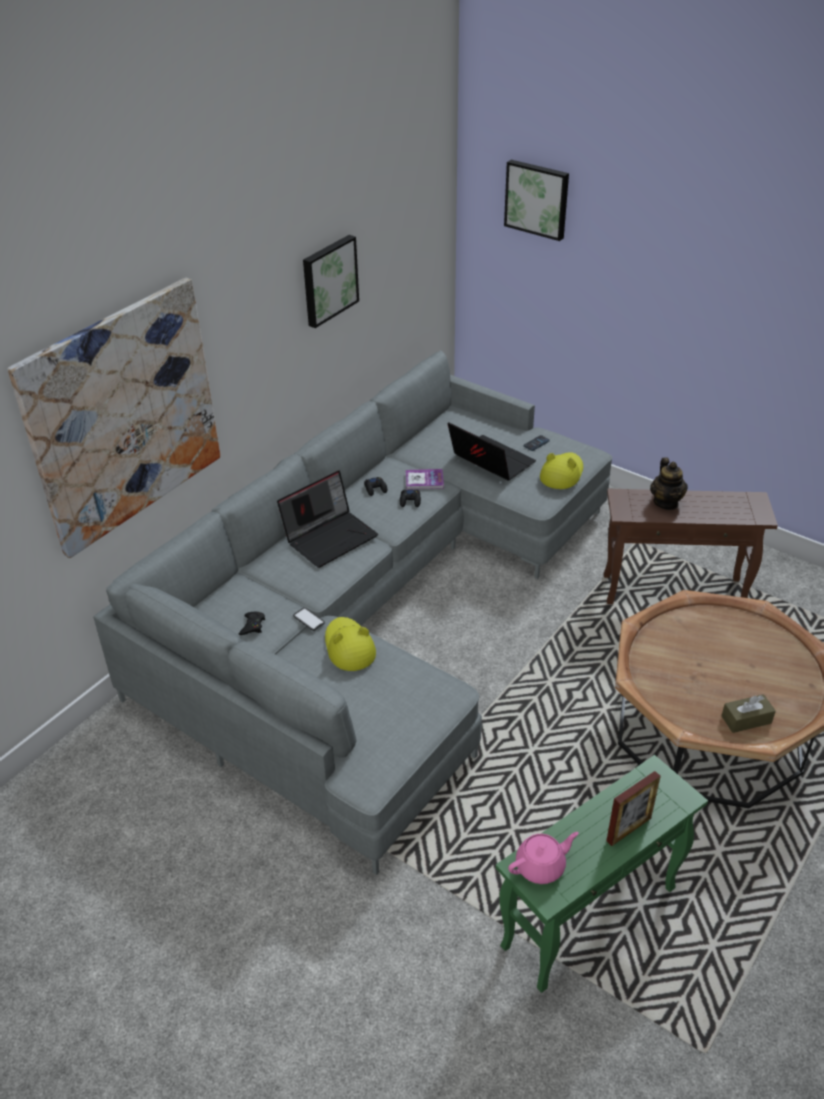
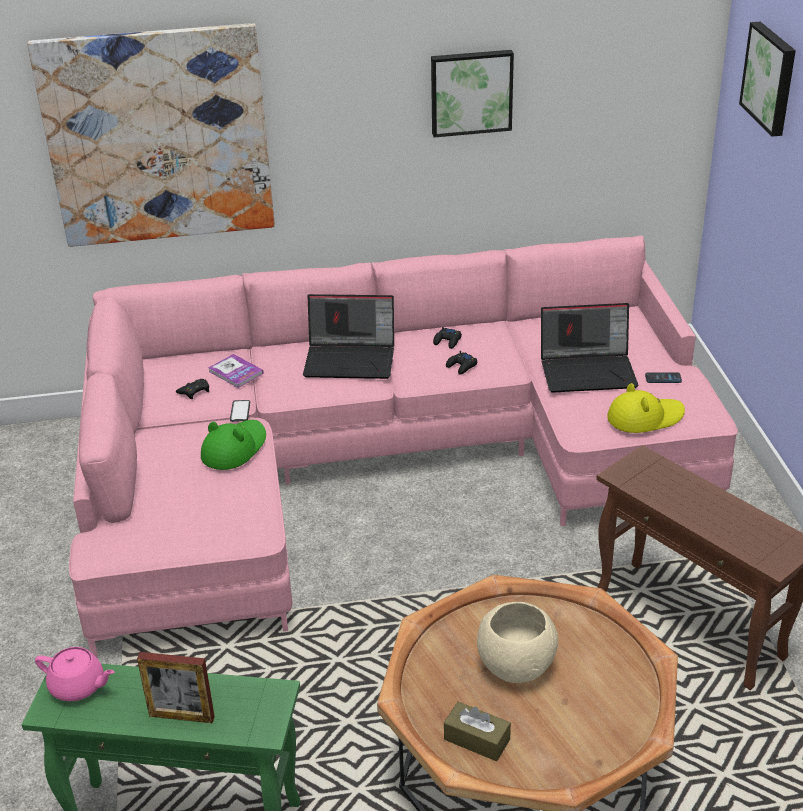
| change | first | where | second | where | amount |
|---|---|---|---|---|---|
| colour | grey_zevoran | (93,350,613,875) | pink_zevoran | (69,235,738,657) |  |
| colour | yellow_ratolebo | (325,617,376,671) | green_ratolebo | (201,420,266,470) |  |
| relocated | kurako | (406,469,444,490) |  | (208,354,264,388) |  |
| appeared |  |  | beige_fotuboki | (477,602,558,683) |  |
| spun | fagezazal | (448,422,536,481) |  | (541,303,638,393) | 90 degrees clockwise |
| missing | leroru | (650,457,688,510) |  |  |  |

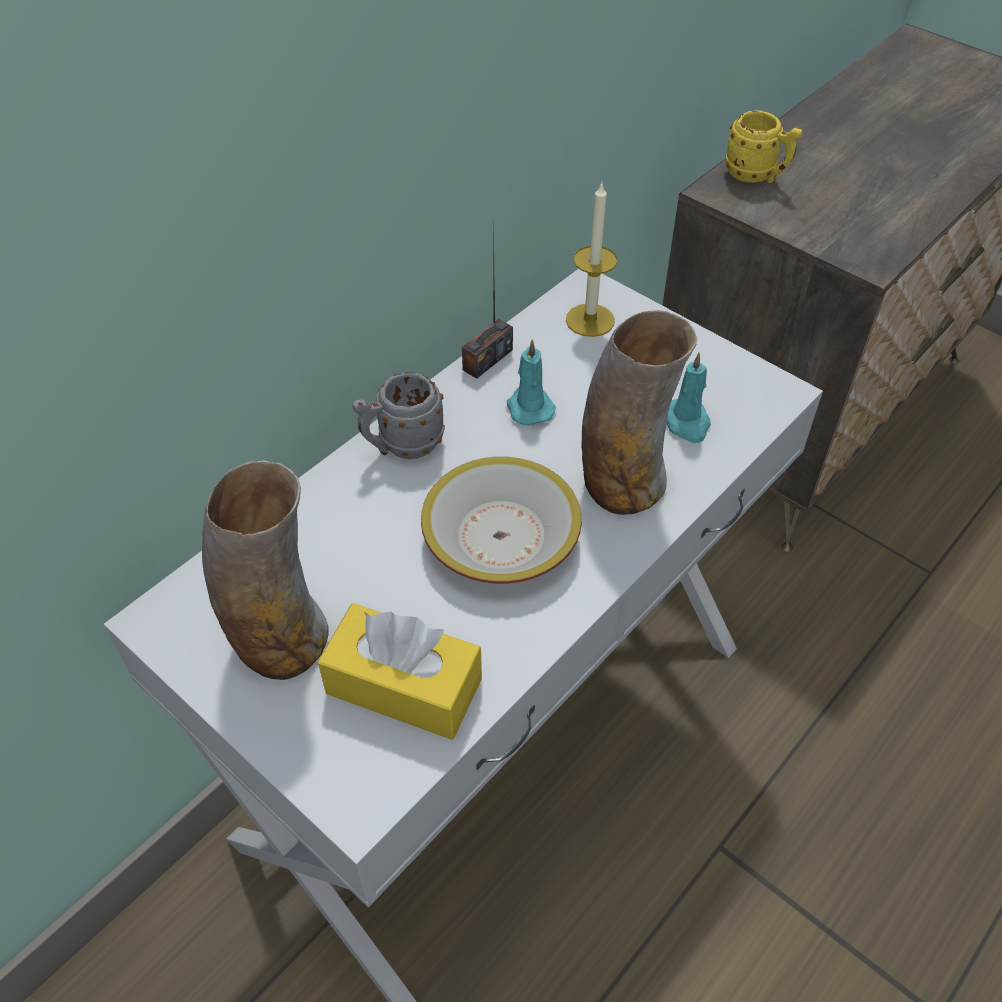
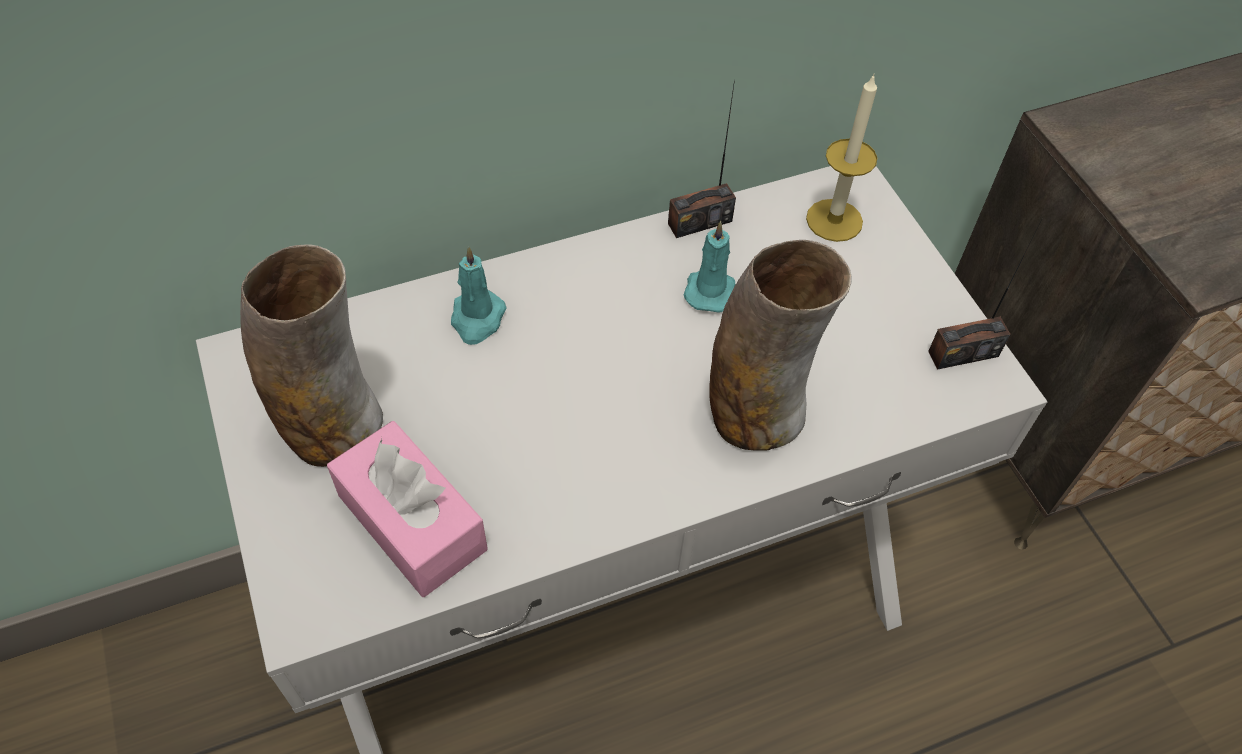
| change | first | where | second | where | amount |
|---|---|---|---|---|---|
| colour | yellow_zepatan | (318,603,482,740) | pink_zepatan | (327,421,488,597) |  |
| relocated | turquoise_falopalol | (667,353,711,443) |  | (451,246,507,345) |  |
| appeared |  |  | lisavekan | (928,219,1042,370) |  |
| missing | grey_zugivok | (353,372,445,459) |  |  |  |
| missing | fotuboki | (421,457,582,584) |  |  |  |
| missing | yellow_zugivok | (725,110,802,183) |  |  |  |

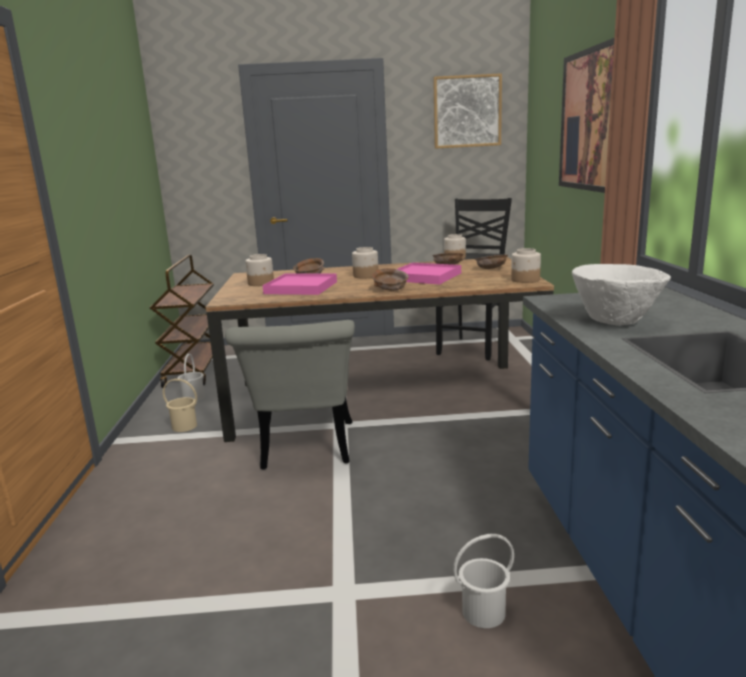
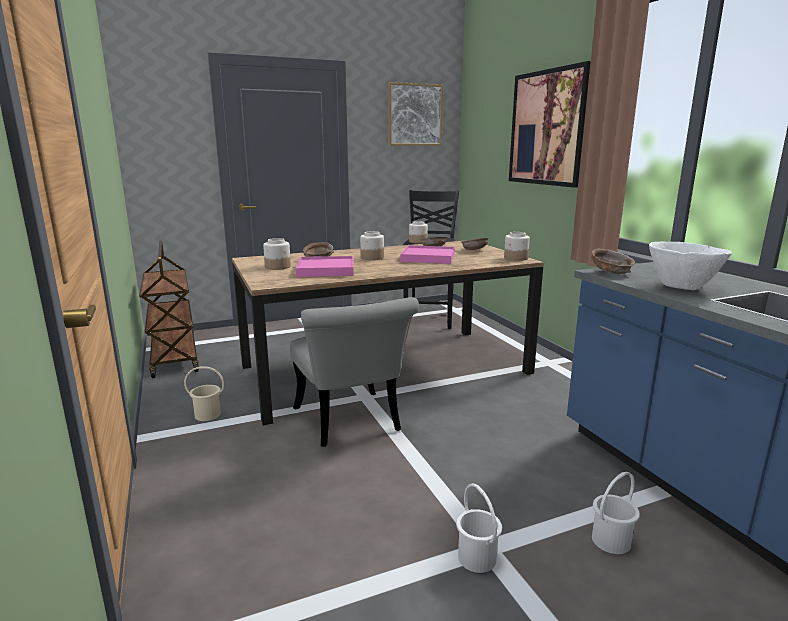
| change | first | where | second | where | amount |
|---|---|---|---|---|---|
| relocated | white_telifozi | (177,354,205,401) |  | (456,484,502,573) |  |
| relocated | brown_fotuboki | (372,268,409,291) |  | (591,249,635,274) |  |

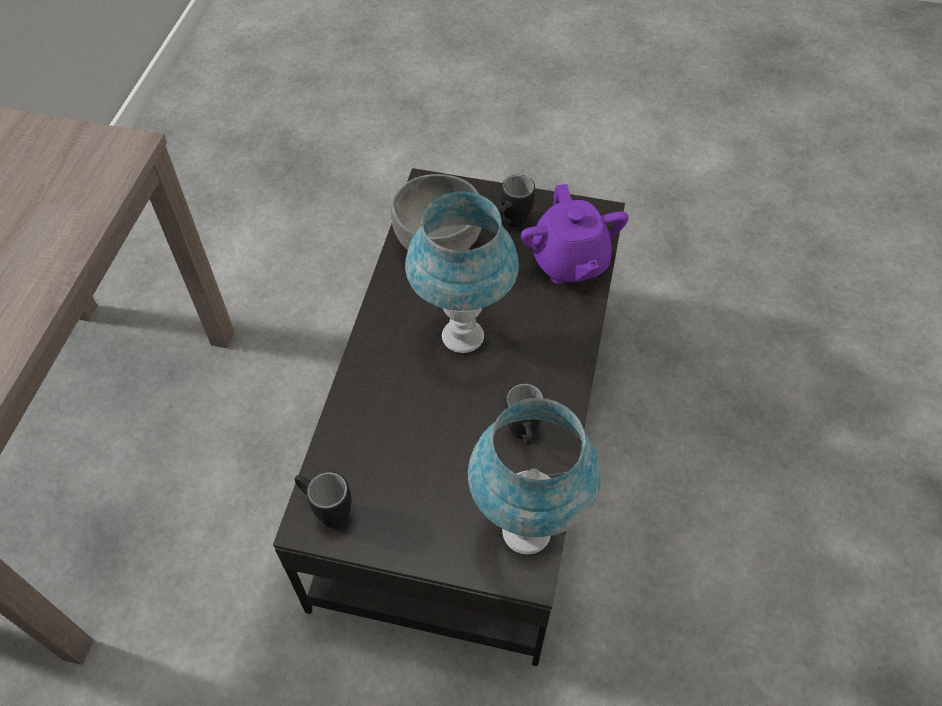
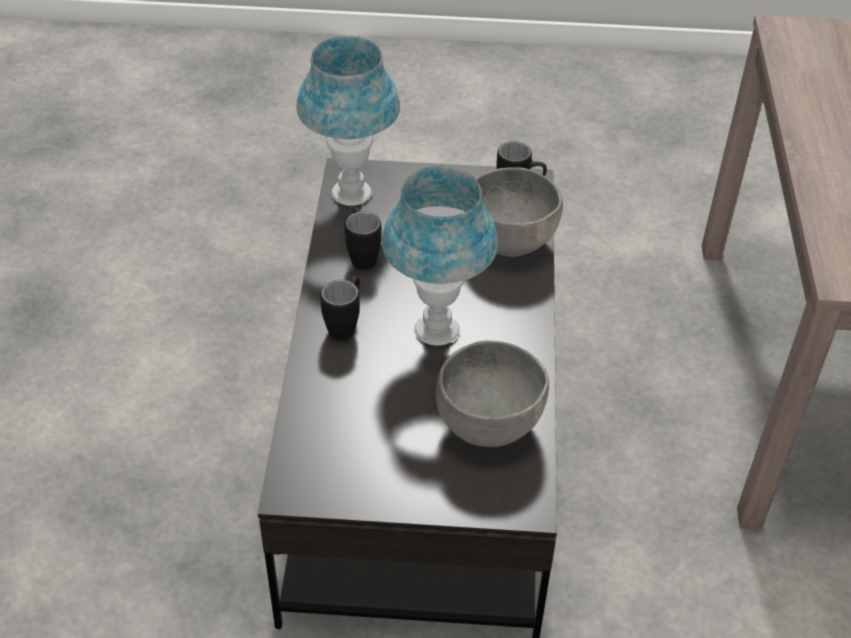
| change | first | where | second | where | amount |
|---|---|---|---|---|---|
| relocated | black_zugivok | (499,175,535,227) |  | (320,276,360,340) |  |
| appeared |  |  | grey_fotuboki | (464,167,563,257) |  |
| missing | purple_leroru | (521,184,629,284) |  |  |  |

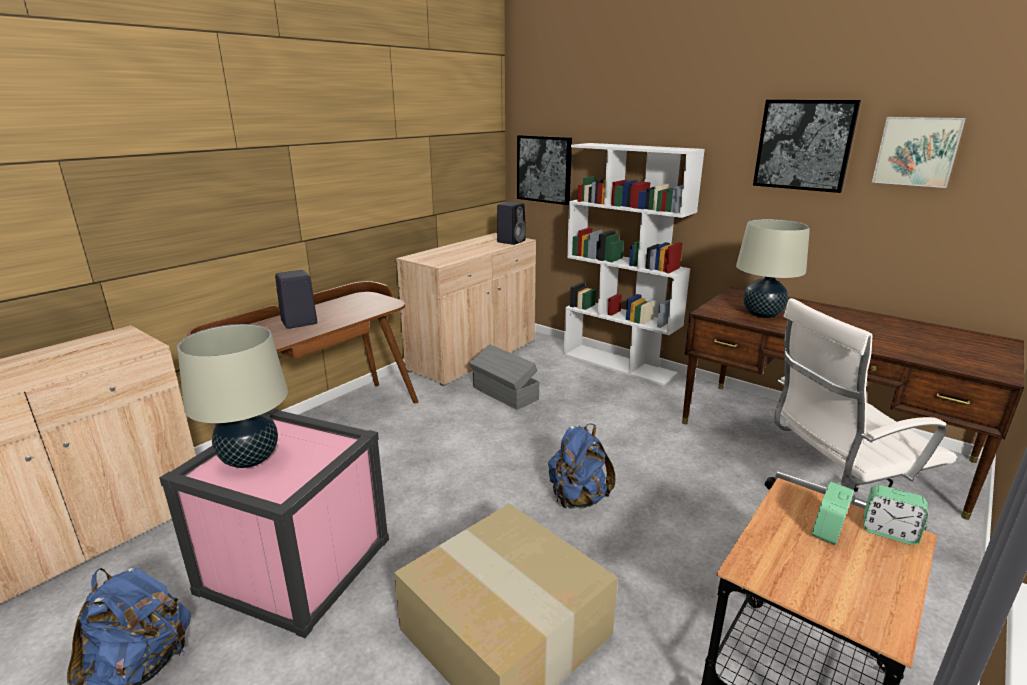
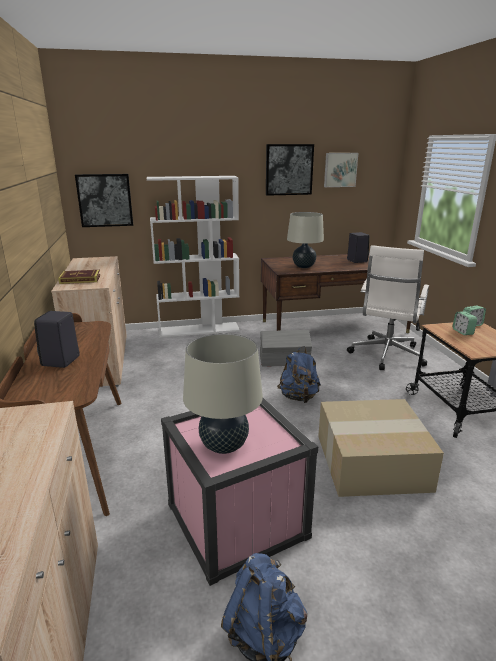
| change | first | where | second | where | amount |
|---|---|---|---|---|---|
| appeared |  |  | kurako | (58,270,100,284) |  |
| relocated | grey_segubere | (469,344,539,410) |  | (260,330,312,367) |  |
| relocated | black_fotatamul | (497,202,526,245) |  | (347,232,369,263) |  |

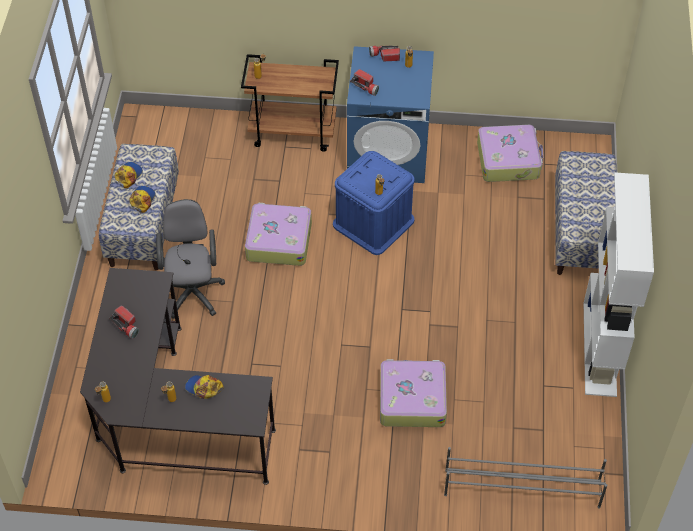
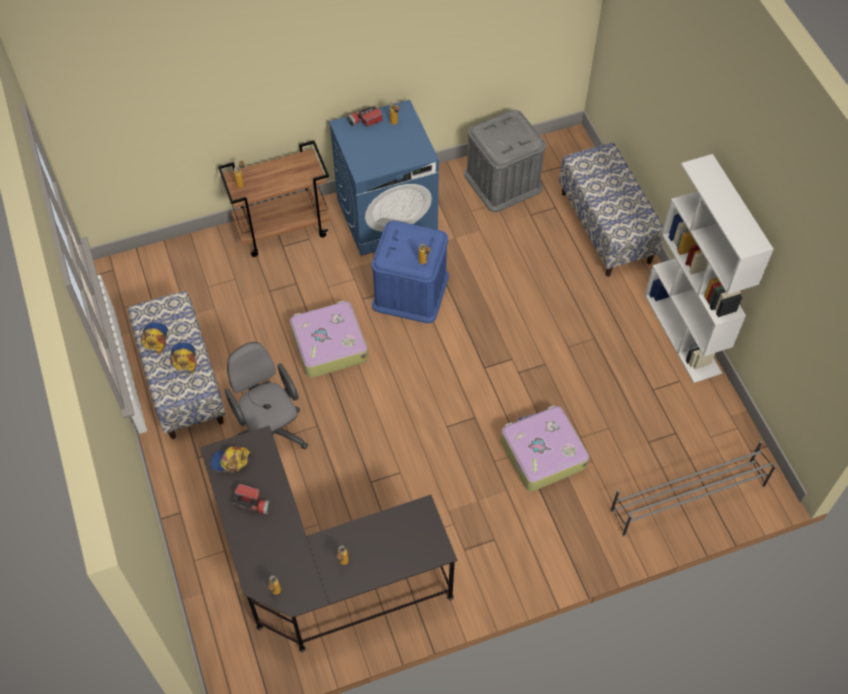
| change | first | where | second | where | amount |
|---|---|---|---|---|---|
| relocated | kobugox | (185,375,224,399) |  | (211,446,251,472) |  |
| exchanged | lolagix | (477,125,543,182) | grey_segubere | (464,110,546,212) |  |
| missing | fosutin | (350,69,379,96) |  |  |  |

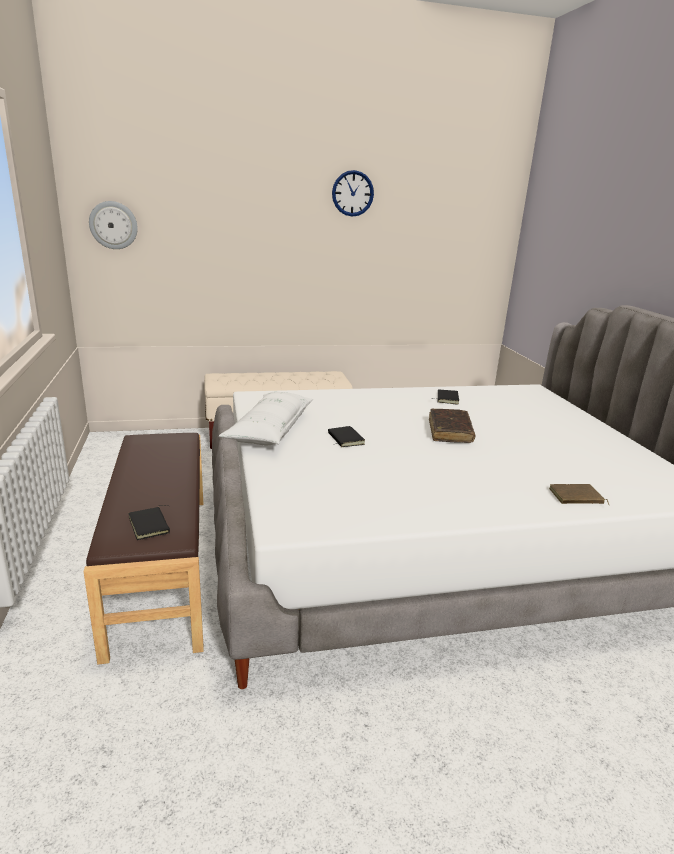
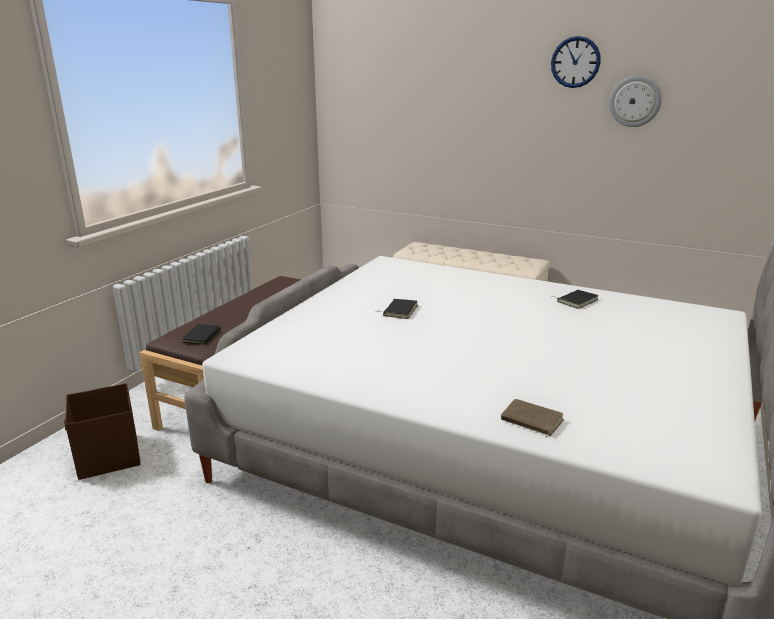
| change | first | where | second | where | amount |
|---|---|---|---|---|---|
| appeared |  |  | brown_segubere | (64,383,141,480) |  |
| relocated | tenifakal | (89,201,138,249) |  | (609,75,662,127) |  |
| missing | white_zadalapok | (219,392,313,446) |  |  |  |
| missing | brown_kurako | (429,409,475,443) |  |  |  |

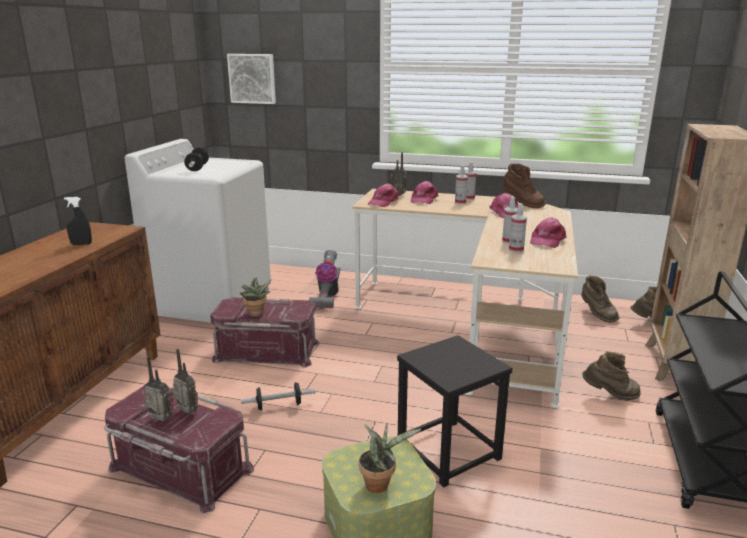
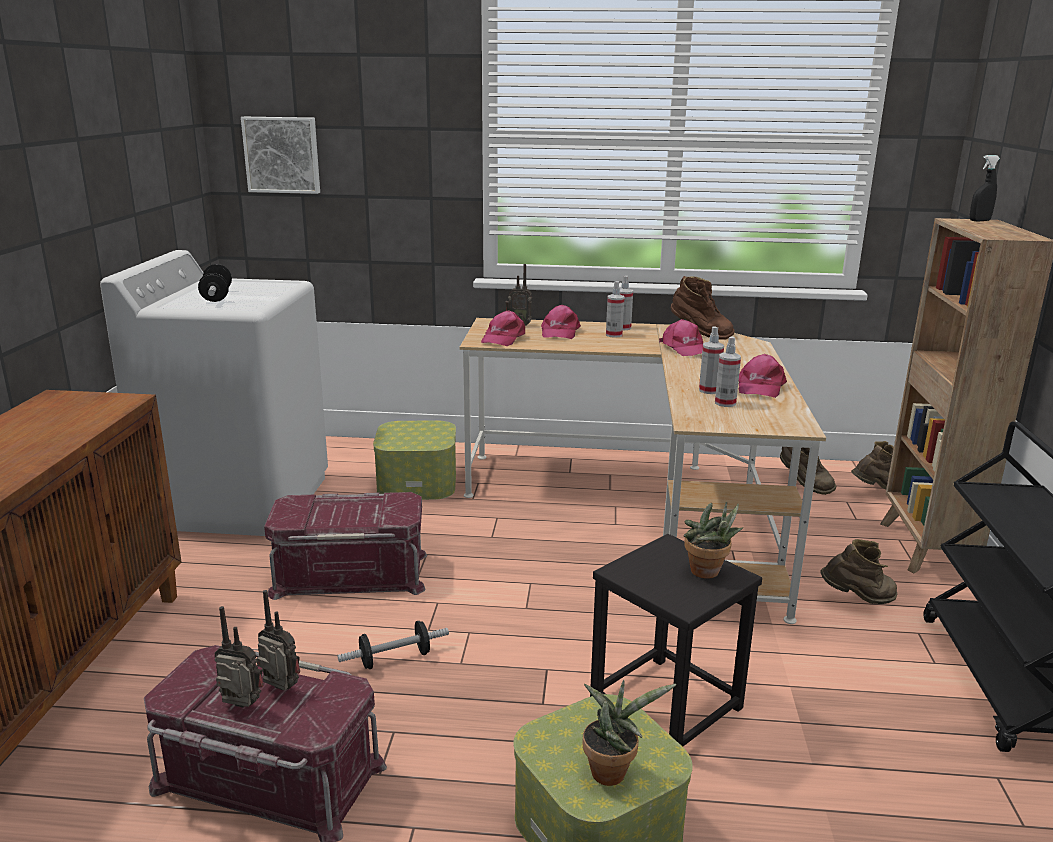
| change | first | where | second | where | amount |
|---|---|---|---|---|---|
| exchanged | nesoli | (309,250,340,309) | segubere | (373,421,456,500) |  |
| relocated | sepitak | (240,277,271,317) |  | (684,502,743,579) |  |
| relocated | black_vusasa | (64,197,92,245) |  | (970,155,1000,221) |  |

